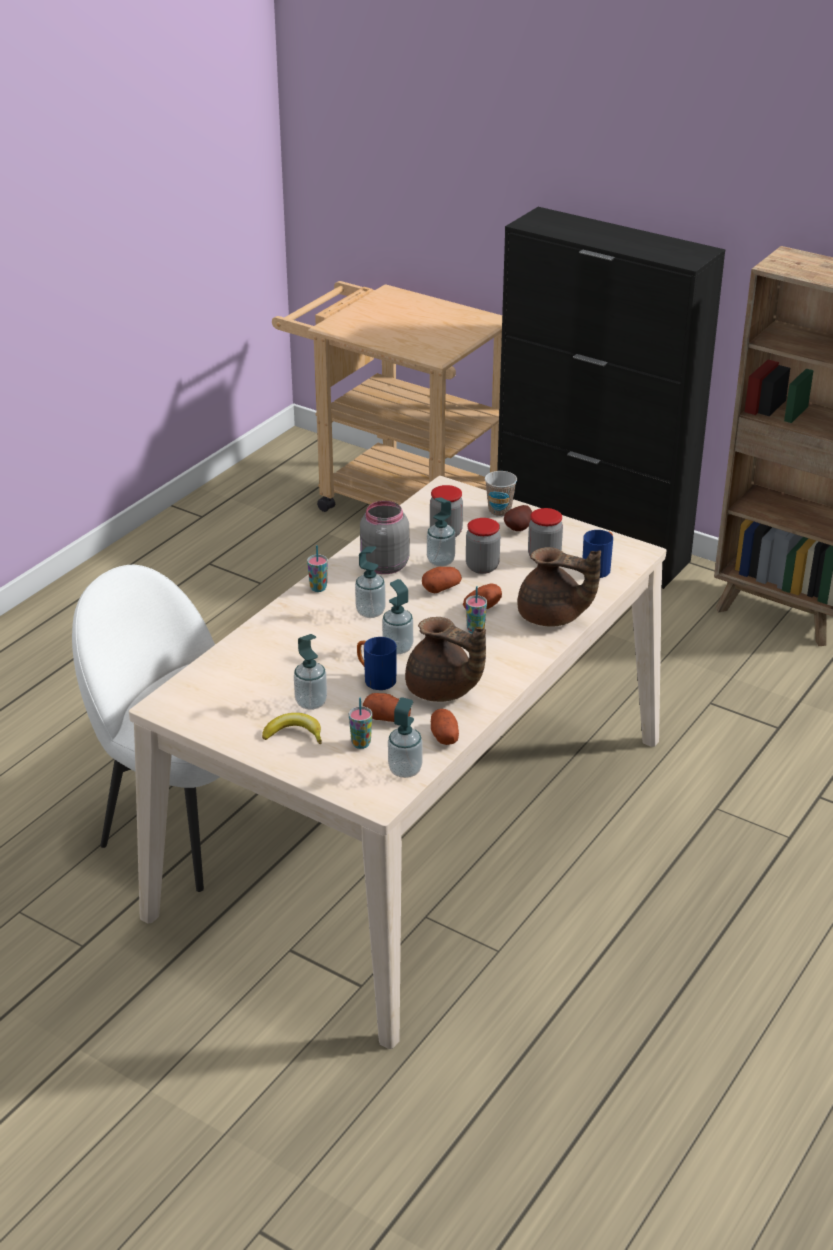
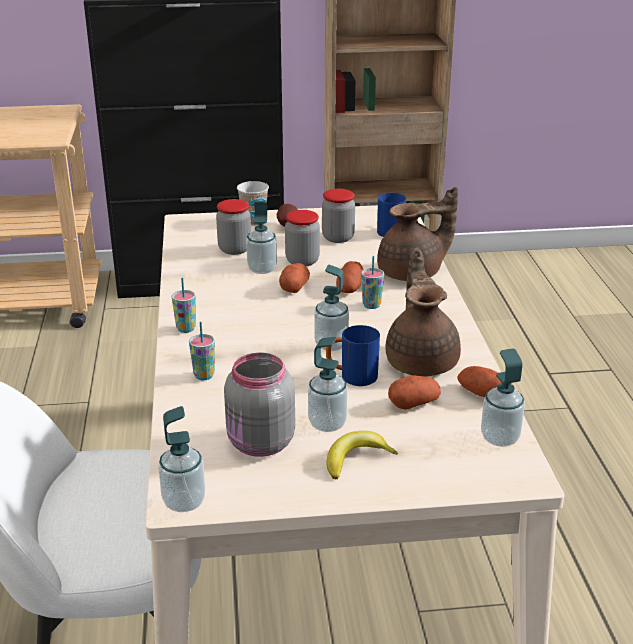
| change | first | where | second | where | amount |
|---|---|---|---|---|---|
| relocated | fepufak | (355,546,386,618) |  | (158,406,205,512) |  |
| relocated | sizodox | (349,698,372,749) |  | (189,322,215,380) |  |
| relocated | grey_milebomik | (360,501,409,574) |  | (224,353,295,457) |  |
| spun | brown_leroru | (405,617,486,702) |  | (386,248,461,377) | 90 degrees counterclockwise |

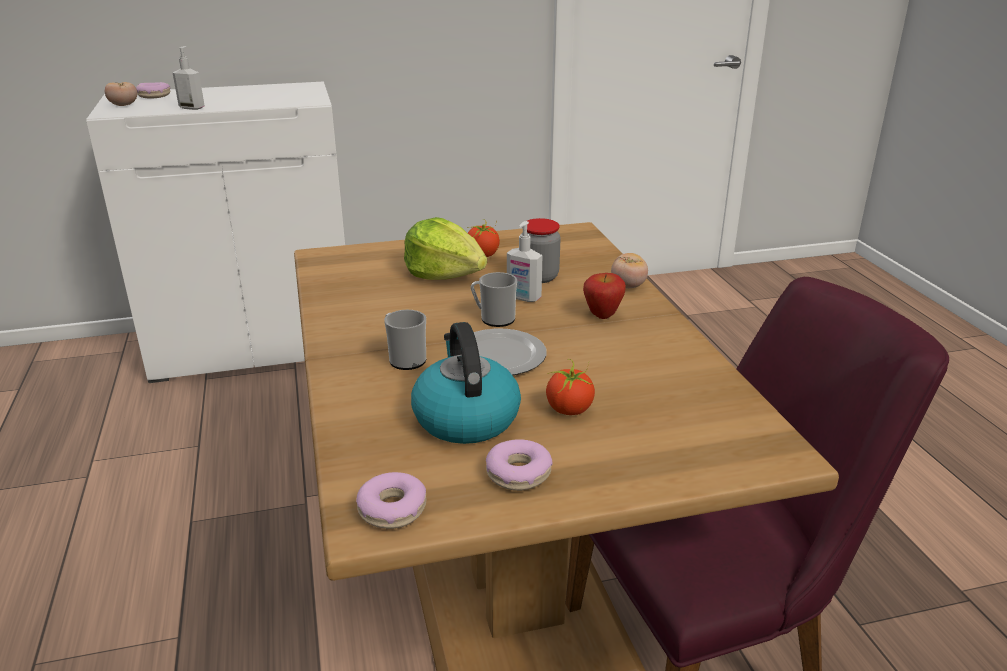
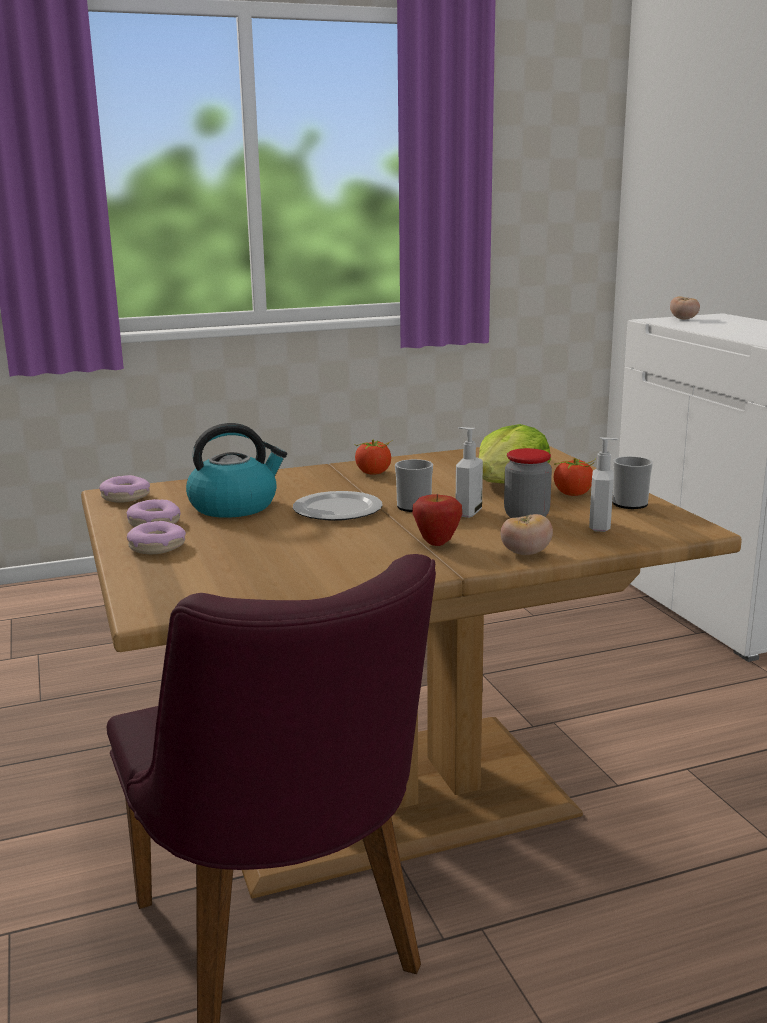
| change | first | where | second | where | amount |
|---|---|---|---|---|---|
| relocated | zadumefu | (136,82,170,98) |  | (127,521,186,554) |  |
| relocated | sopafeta | (546,359,595,415) |  | (354,439,391,475) |  |
| relocated | fepufak | (172,46,205,110) |  | (589,437,619,532) |  |
| relocated | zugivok | (384,310,426,370) |  | (613,456,653,509) |  |

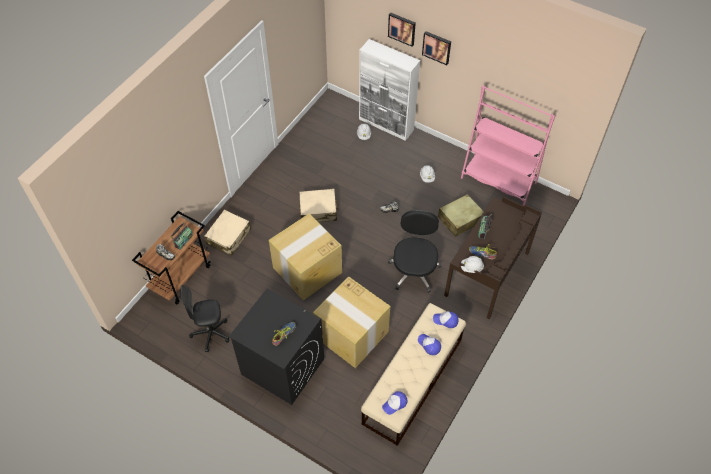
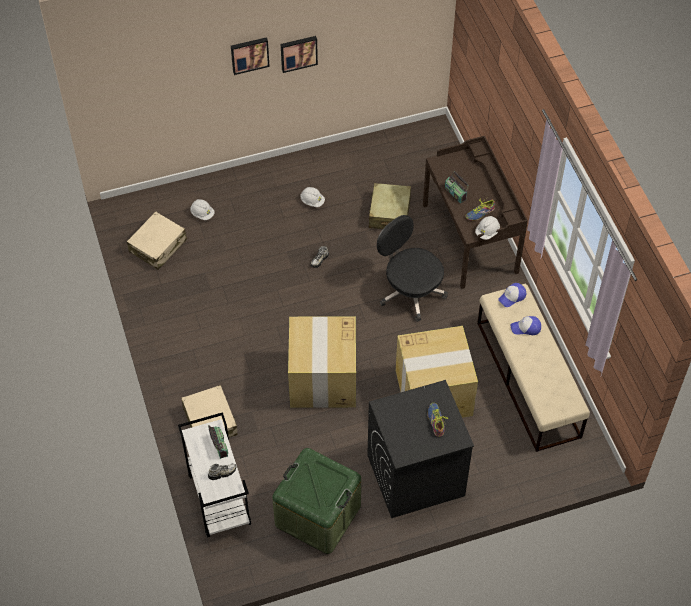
| change | first | where | second | where | amount |
|---|---|---|---|---|---|
| relocated | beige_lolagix | (299,189,339,222) |  | (127,211,187,270) |  |
| colour | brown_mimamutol | (132,211,211,304) | white_mimamutol | (178,412,251,538) |  |
| exchanged | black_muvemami | (181,285,229,352) | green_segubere | (272,448,361,554) |  |
| relocated | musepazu | (388,13,416,47) |  | (281,36,318,73) |  |
| missing | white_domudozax | (359,39,420,141) |  |  |  |
| missing | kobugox | (382,391,408,415) |  |  |  |
| missing | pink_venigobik | (461,85,555,206) |  |  |  |

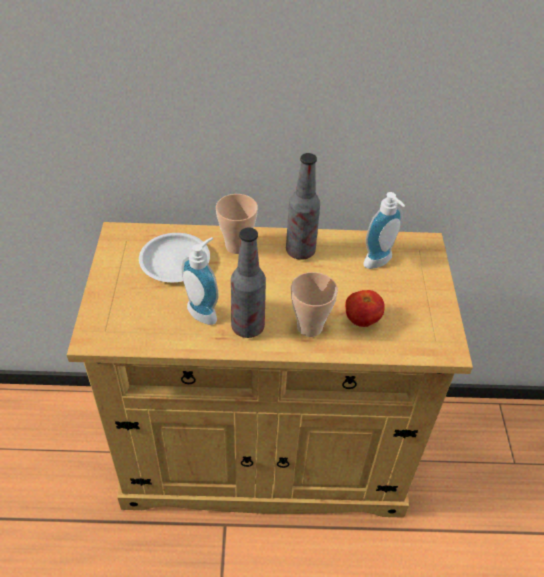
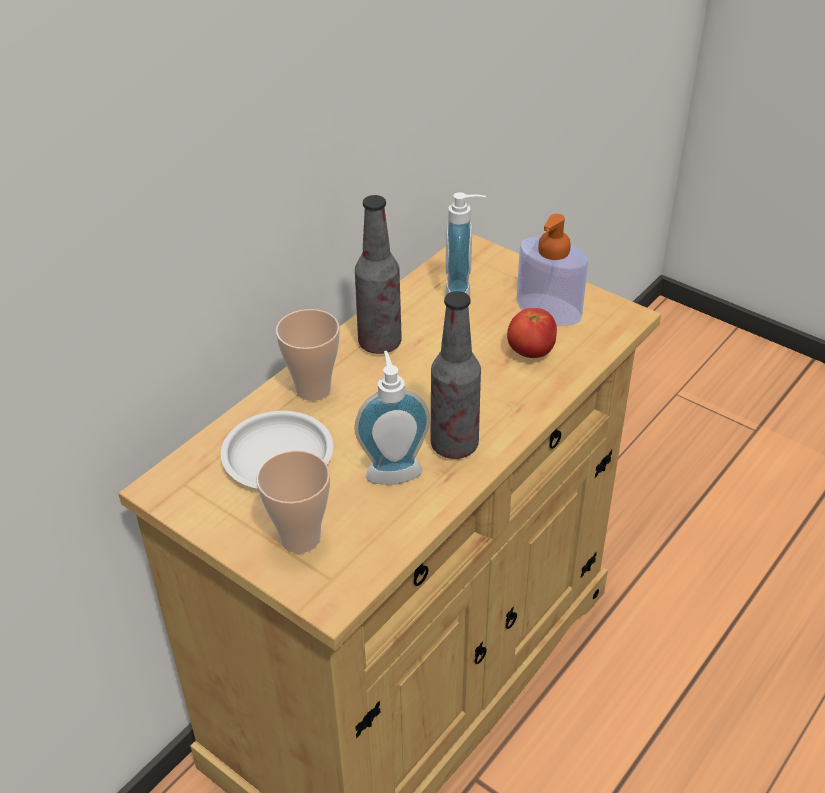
| change | first | where | second | where | amount |
|---|---|---|---|---|---|
| relocated | sizodox | (291,272,338,337) |  | (256,450,330,553) |  |
| appeared |  |  | fepufak | (516,214,588,326) |  |

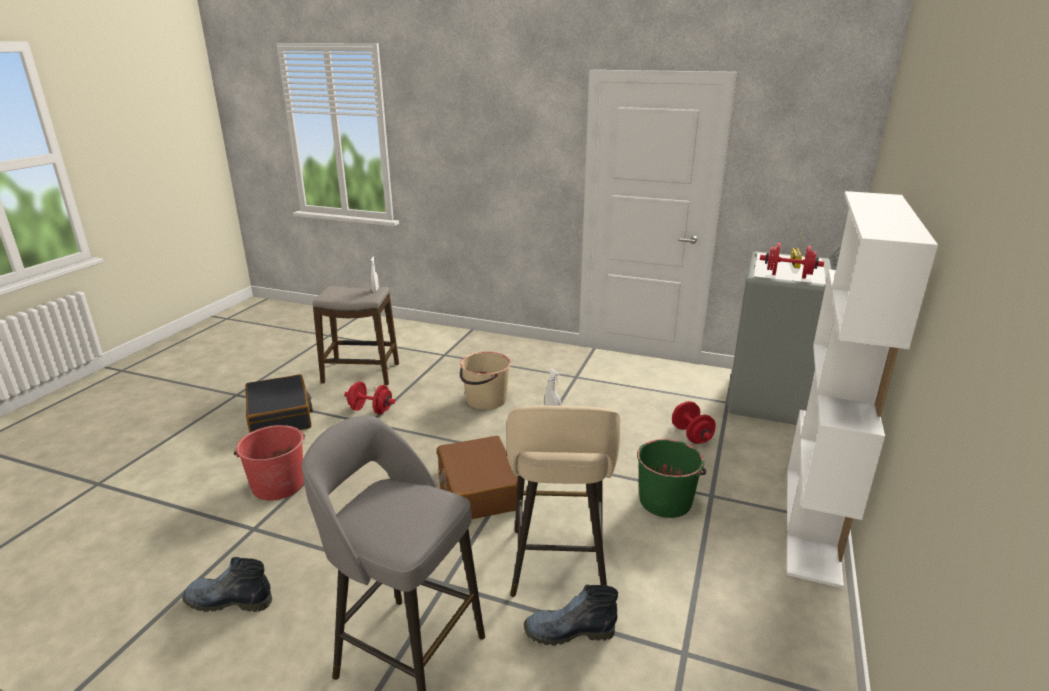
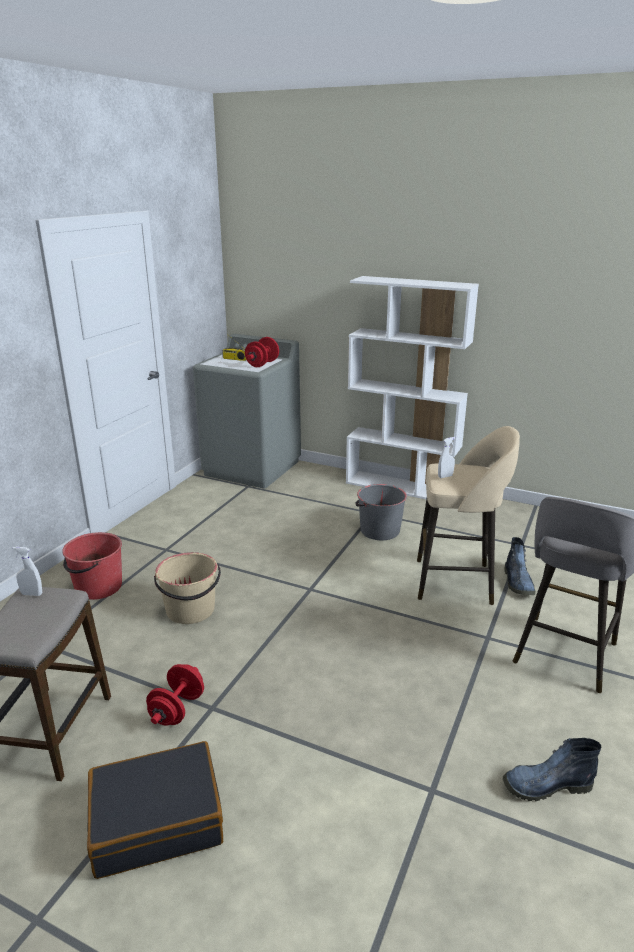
| change | first | where | second | where | amount |
|---|---|---|---|---|---|
| relocated | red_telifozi | (234,425,305,501) |  | (62,532,122,600) |  |
| colour | green_telifozi | (637,439,706,518) | grey_telifozi | (355,484,407,540) |  |
| spun | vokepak | (182,557,272,612) |  | (503,738,601,801) | 75 degrees clockwise |
| missing | brown_lolagix | (437,436,523,519) |  |  |  |
| missing | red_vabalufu | (672,401,716,444) |  |  |  |

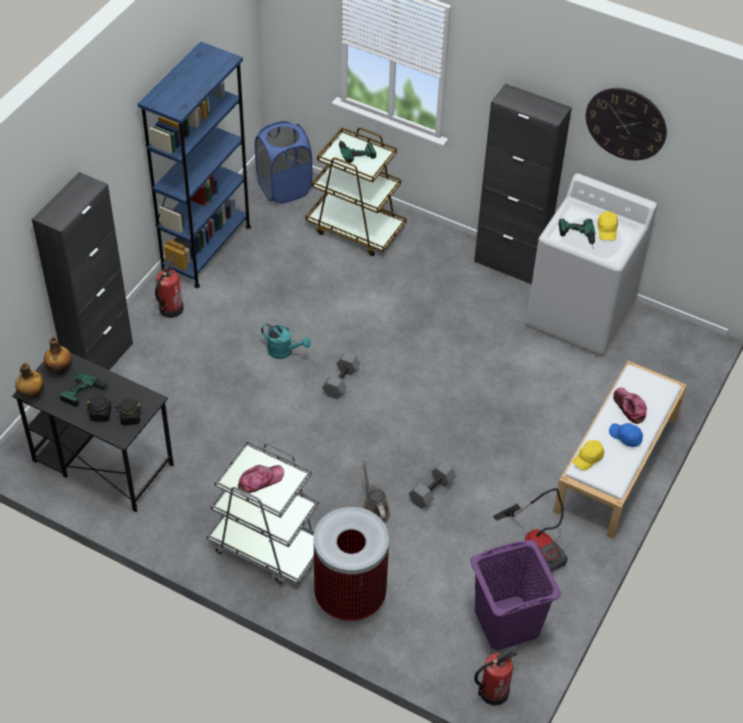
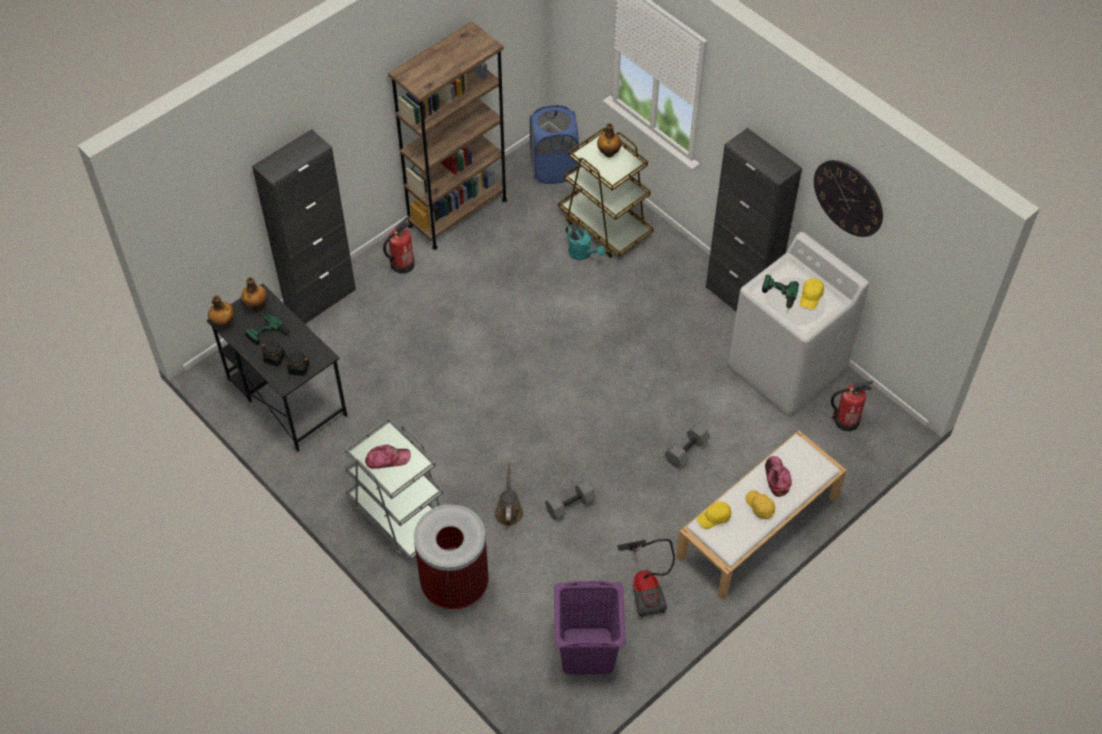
| change | first | where | second | where | amount |
|---|---|---|---|---|---|
| colour | blue_venigobik | (138,42,251,288) | brown_venigobik | (388,21,507,250) |  |
| relocated | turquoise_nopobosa | (261,324,311,359) |  | (566,225,605,260) |  |
| exchanged | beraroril | (338,137,376,163) | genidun | (597,123,621,157) |  |
| relocated | grey_vabalufu | (322,352,360,399) |  | (665,423,710,468) |  |
| colour | blue_kobugox | (609,423,643,447) | yellow_kobugox | (746,490,775,519) |  |
| relocated | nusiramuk | (474,645,518,706) |  | (831,381,874,432) |  |

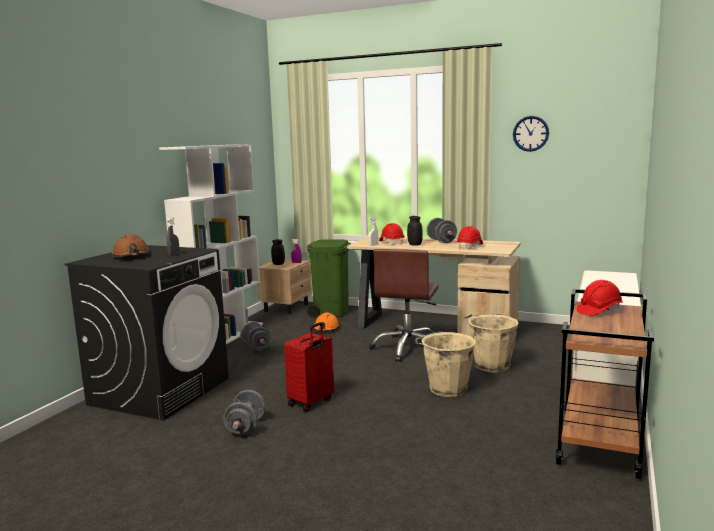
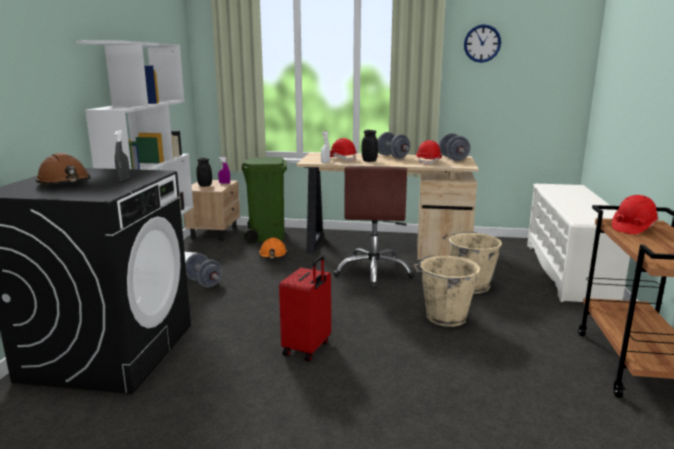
| change | first | where | second | where | amount |
|---|---|---|---|---|---|
| relocated | grey_vabalufu | (223,390,266,435) |  | (439,133,470,161) |  |

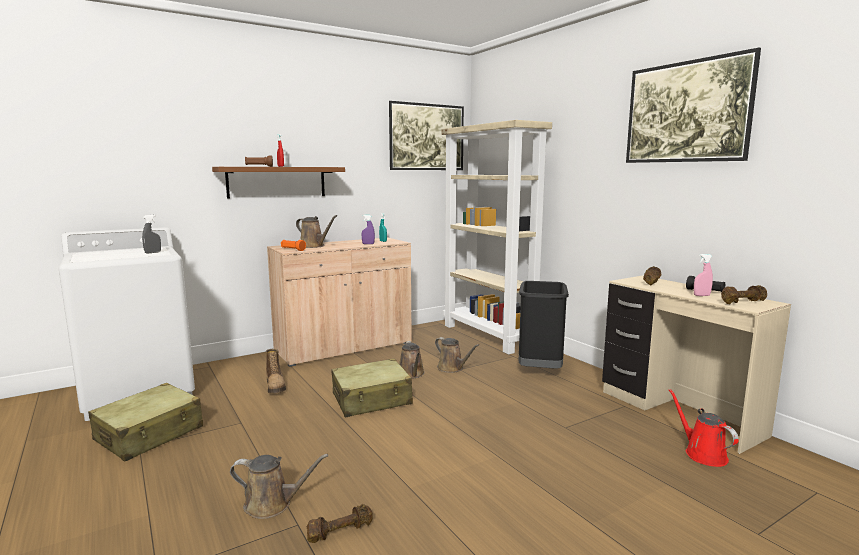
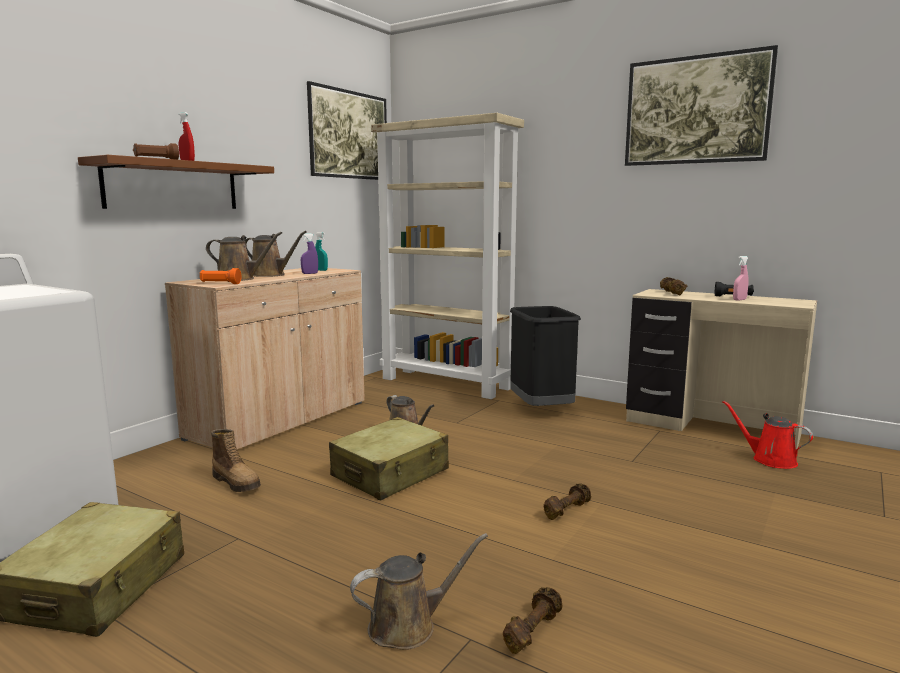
| change | first | where | second | where | amount |
|---|---|---|---|---|---|
| relocated | brown_nopobosa | (435,337,479,373) |  | (245,231,307,277) |  |
| relocated | brown_vabalufu | (721,285,767,304) |  | (543,483,591,520) |  |
| missing | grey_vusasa | (142,215,161,254) |  |  |  |

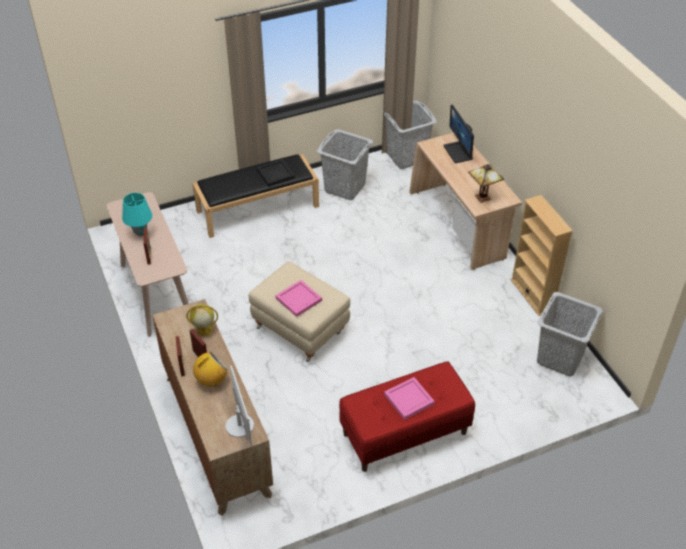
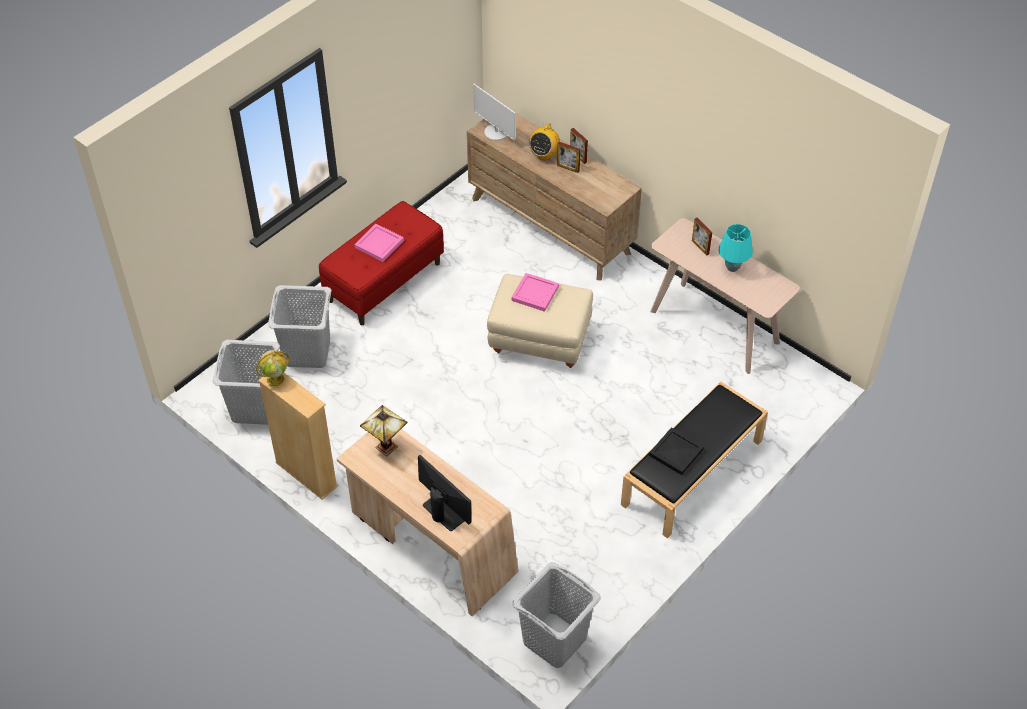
| change | first | where | second | where | amount |
|---|---|---|---|---|---|
| relocated | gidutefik | (187,304,218,336) |  | (256,350,289,386) |  |
| relocated | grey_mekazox | (317,129,373,200) |  | (268,285,332,368) |  |

